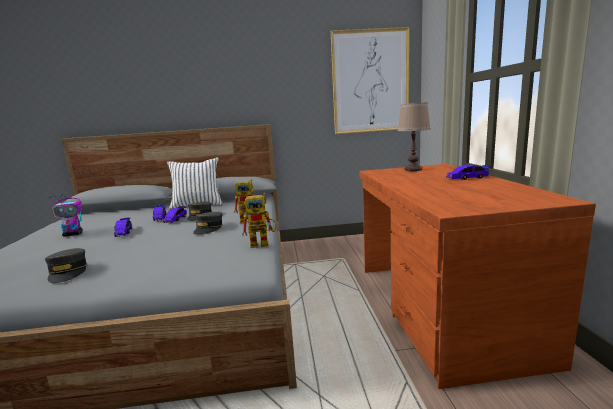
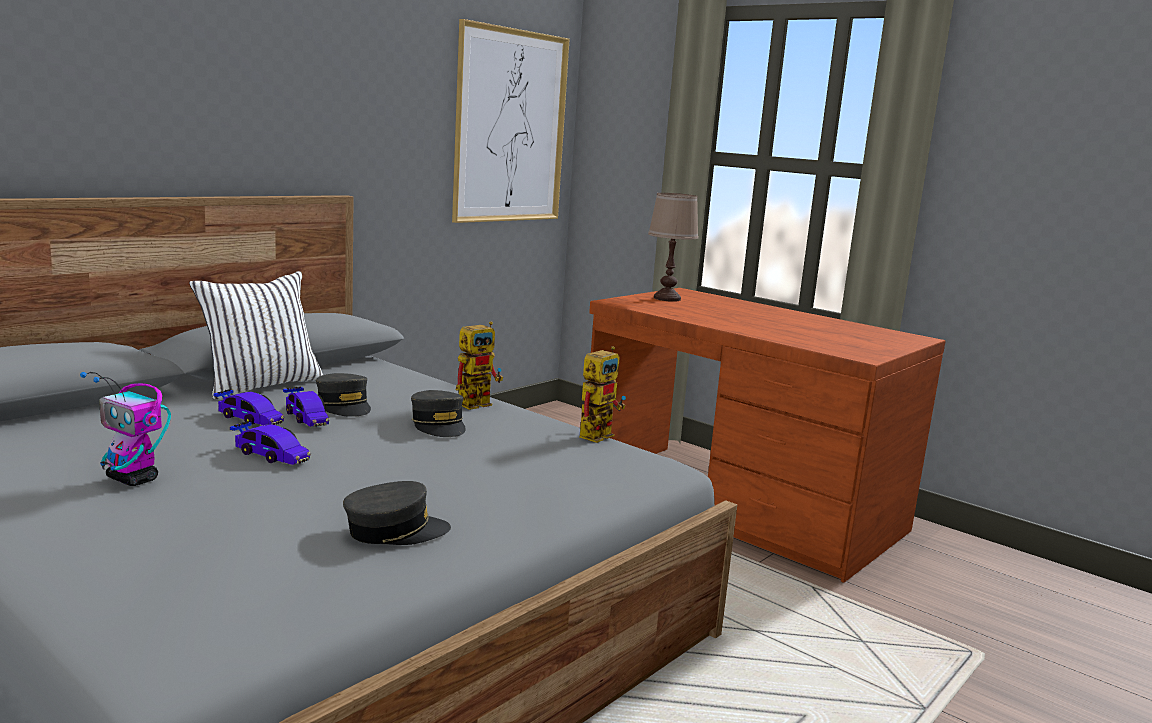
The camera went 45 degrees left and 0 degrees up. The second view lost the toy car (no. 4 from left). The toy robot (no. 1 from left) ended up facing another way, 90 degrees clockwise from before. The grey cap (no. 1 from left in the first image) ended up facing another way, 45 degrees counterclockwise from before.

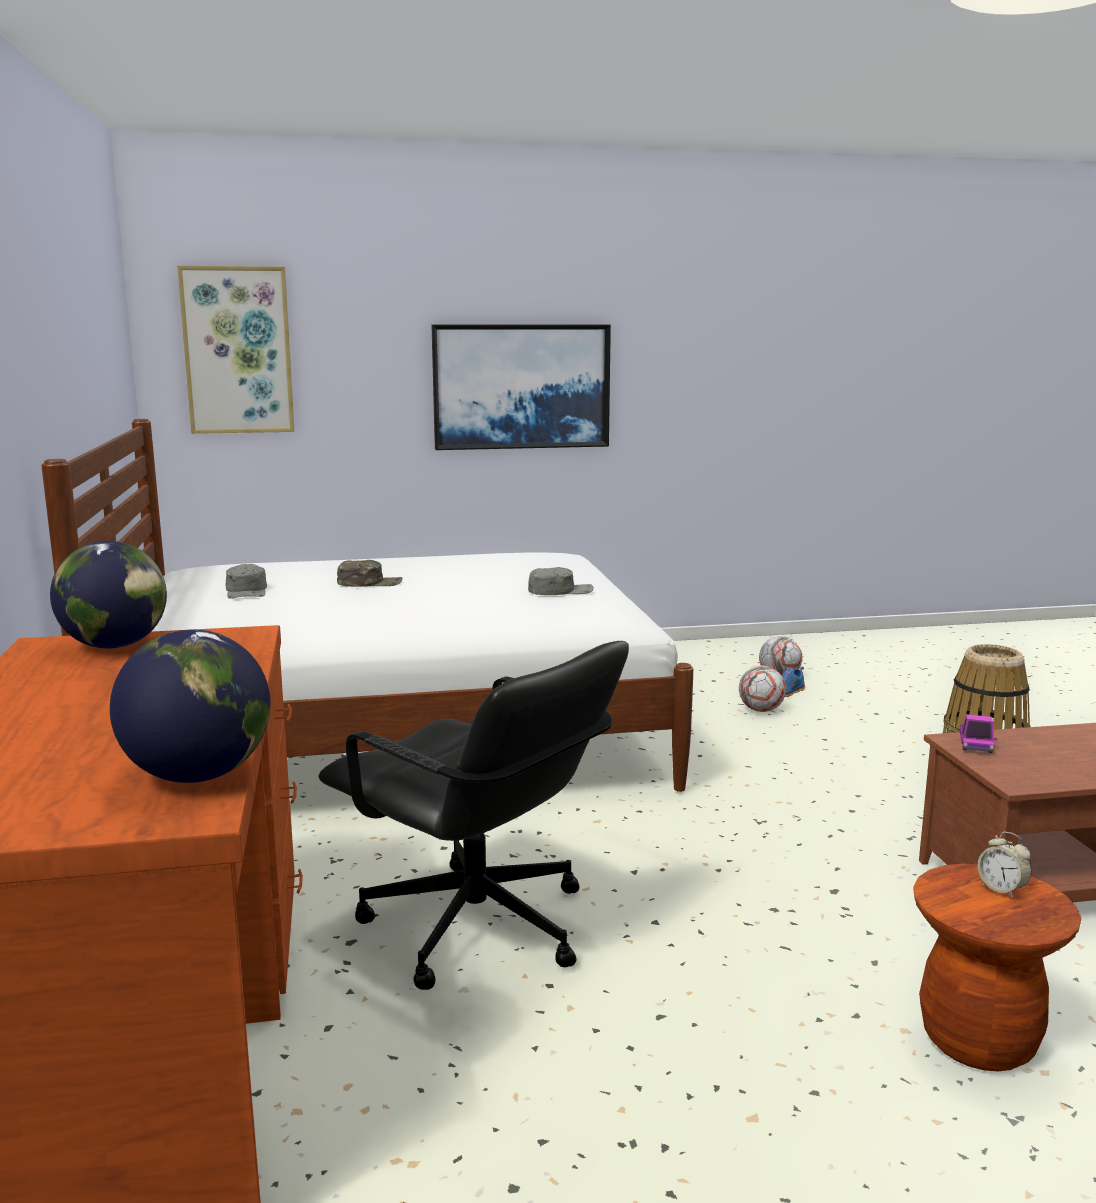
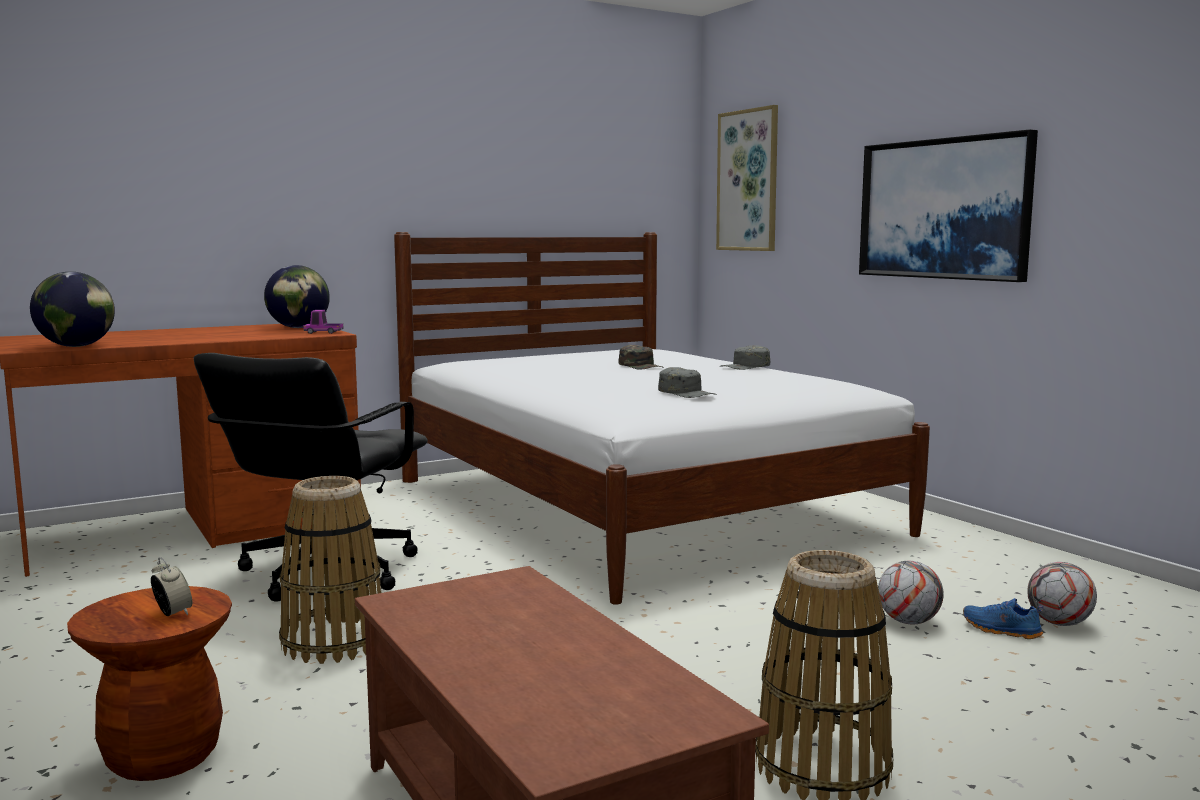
The camera went 70 degrees right and 5 degrees down. The grey cap (no. 1 from left in the first image) ended up elsewhere. The toy truck ended up elsewhere. The alarm clock ended up facing another way, 105 degrees clockwise from before. The second view gained the basket (no. 1 from left).

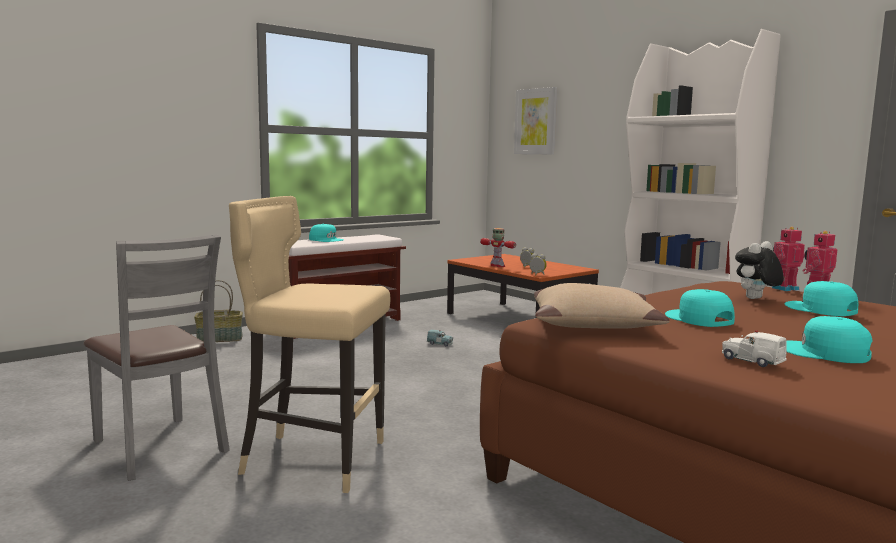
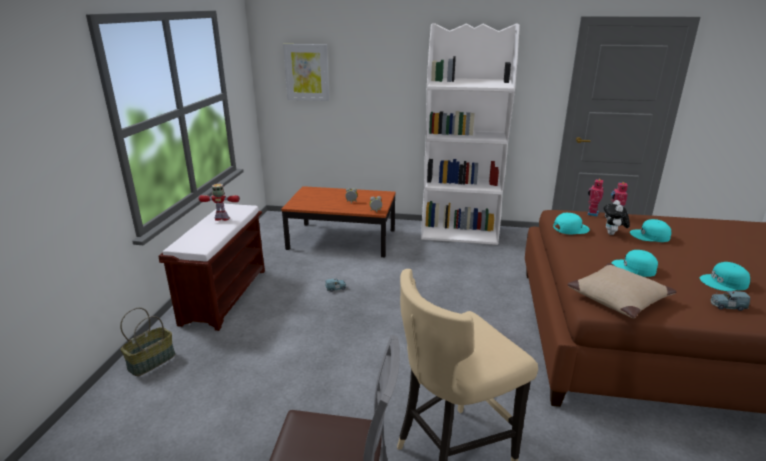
The camera went 40 degrees left and 15 degrees up. The turquoise cap (no. 1 from left) ended up elsewhere. The toy robot (no. 1 from left) ended up elsewhere. What was the white toy car turned into the blue toy car (no. 2 from left).

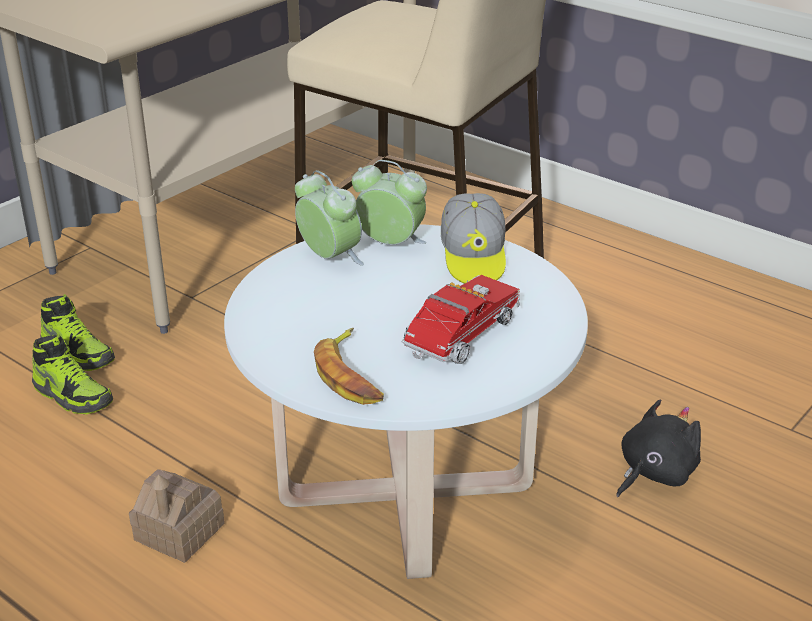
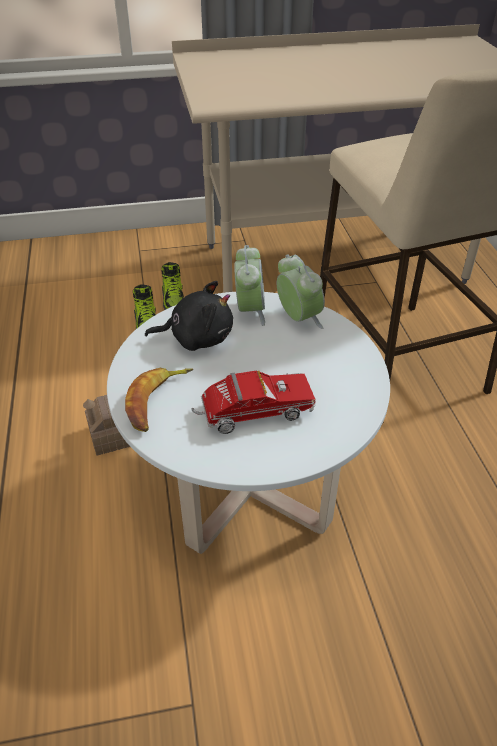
The camera went 40 degrees right and 10 degrees up. The second view lost the cap. The black plush toy ended up elsewhere.

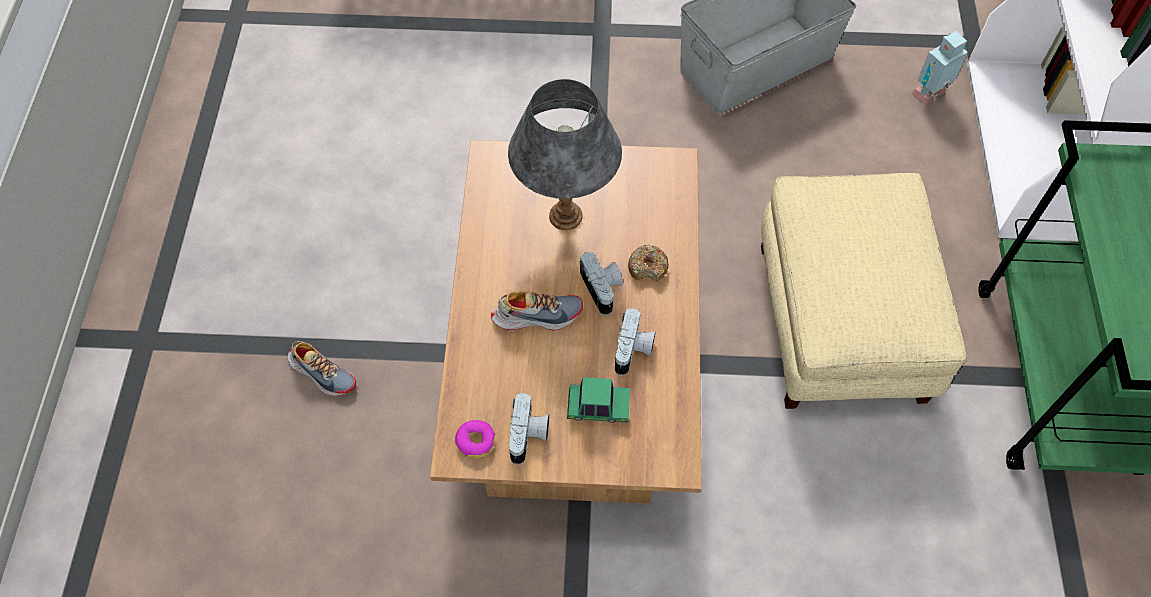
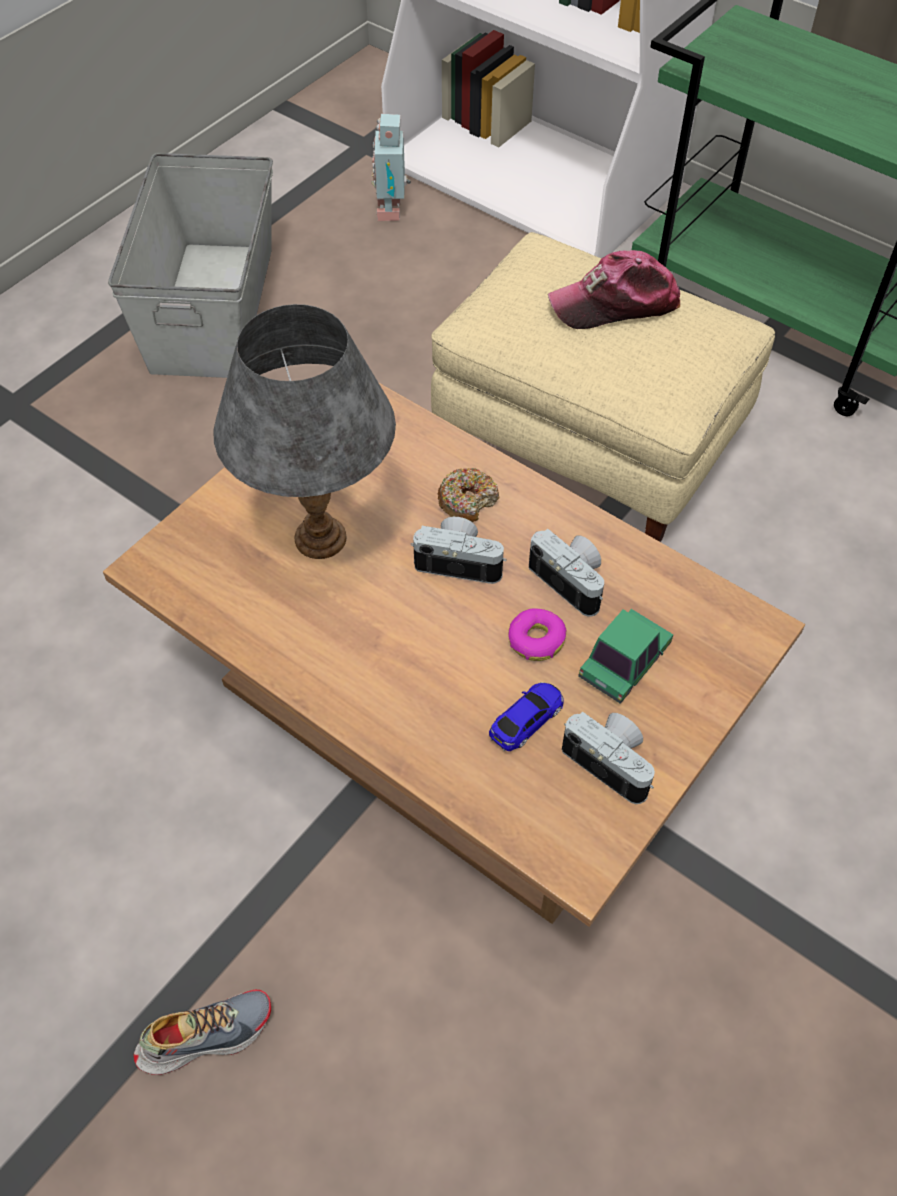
The camera went 55 degrees left and 5 degrees down. The second view lost the shoe (no. 2 from left). The donut (no. 1 from left in the first image) ended up elsewhere. The second view gained the cap. The second view gained the toy car (no. 1 from left).

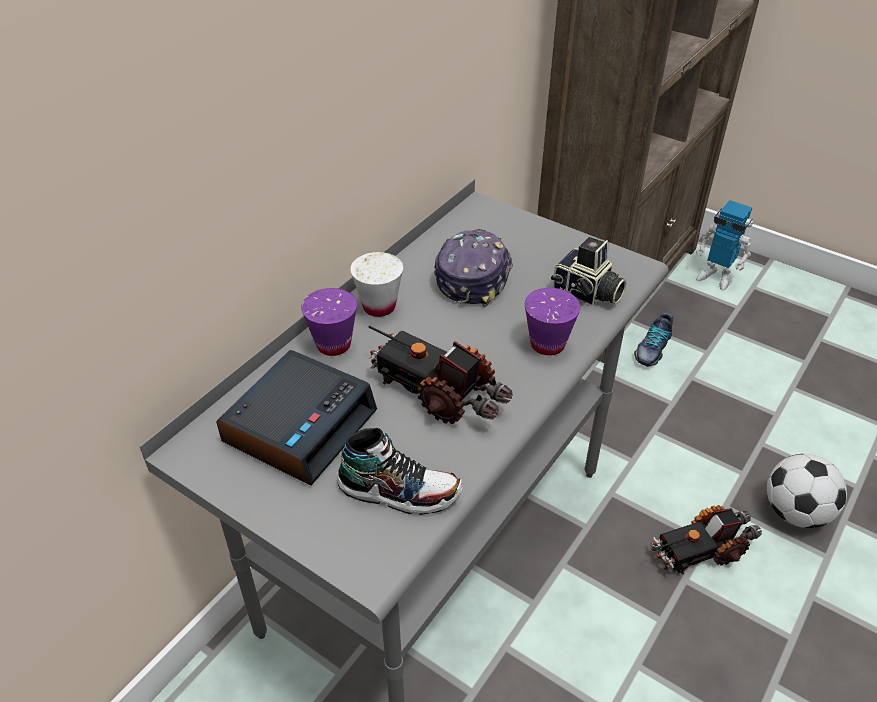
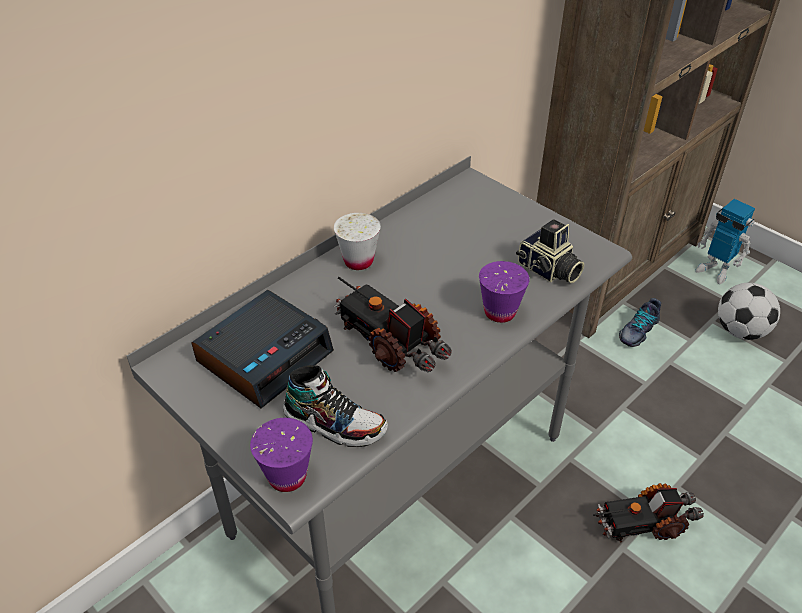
The camera went 10 degrees right and 0 degrees up. The second view lost the cap. The purple cup (no. 1 from left) ended up elsewhere. The football ended up elsewhere.

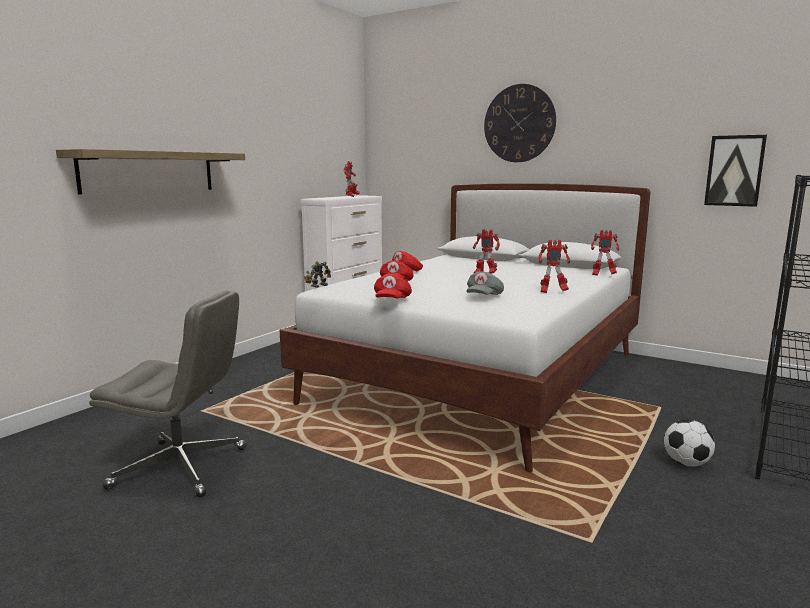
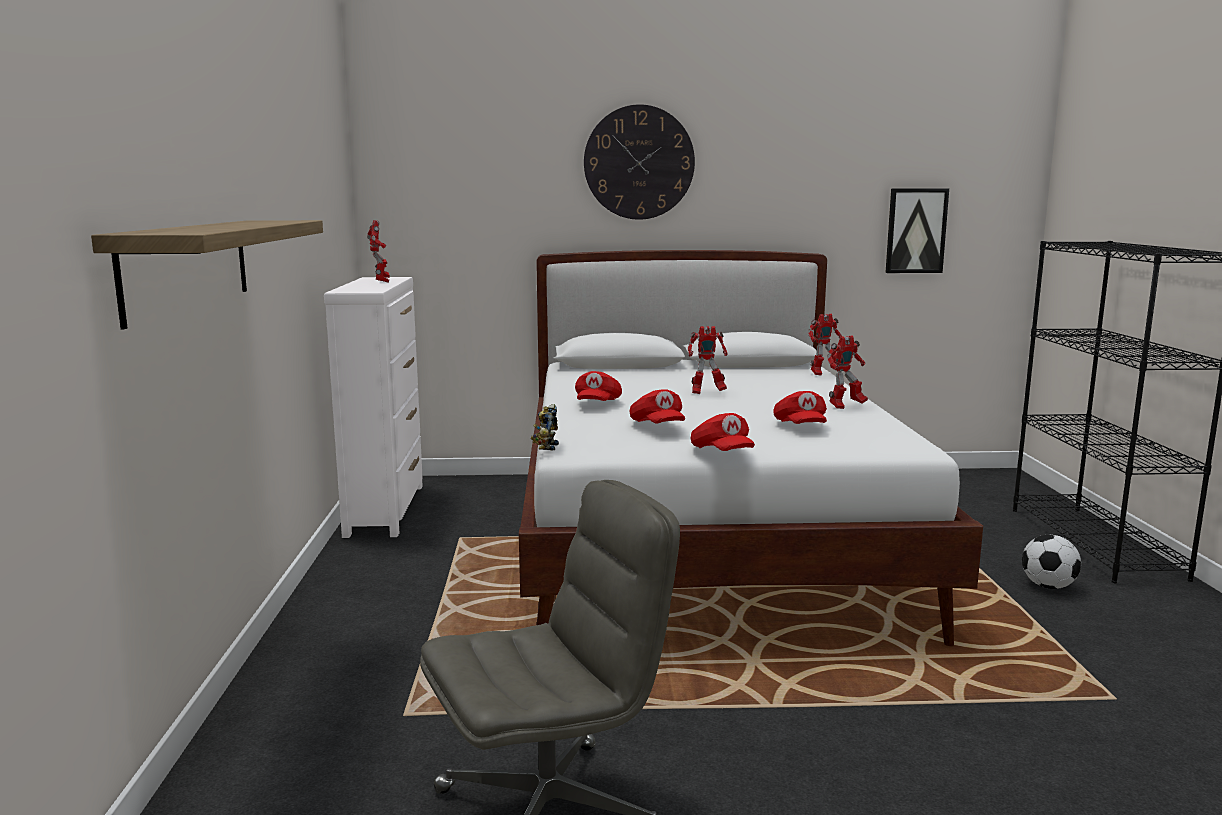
The camera went 35 degrees left and 0 degrees up. What was the grey cap turned into the red cap (no. 4 from left).

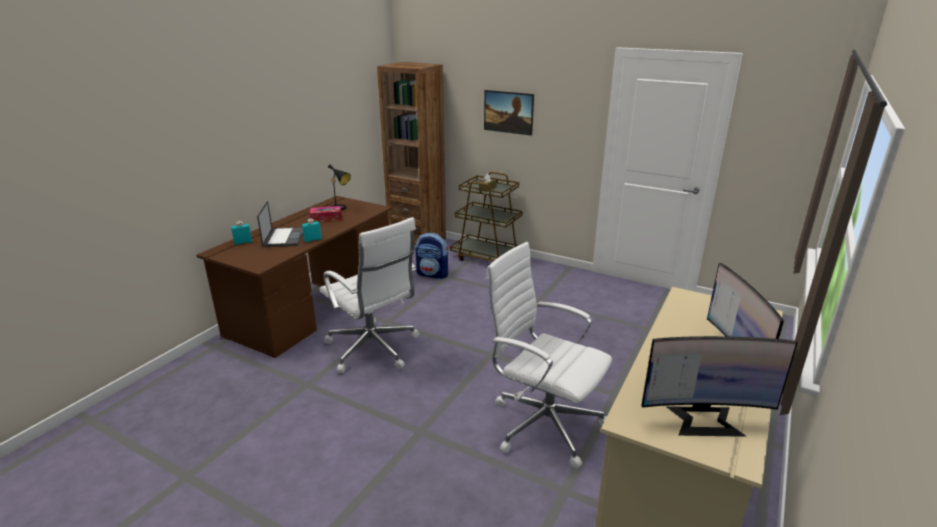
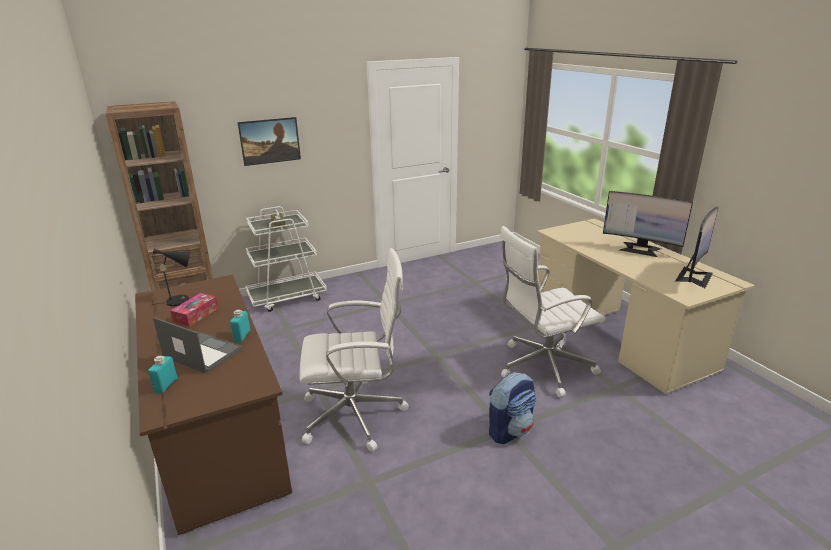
The camera went 55 degrees left and 0 degrees up. What was the brown cart turned into the white cart. The backpack ended up elsewhere.

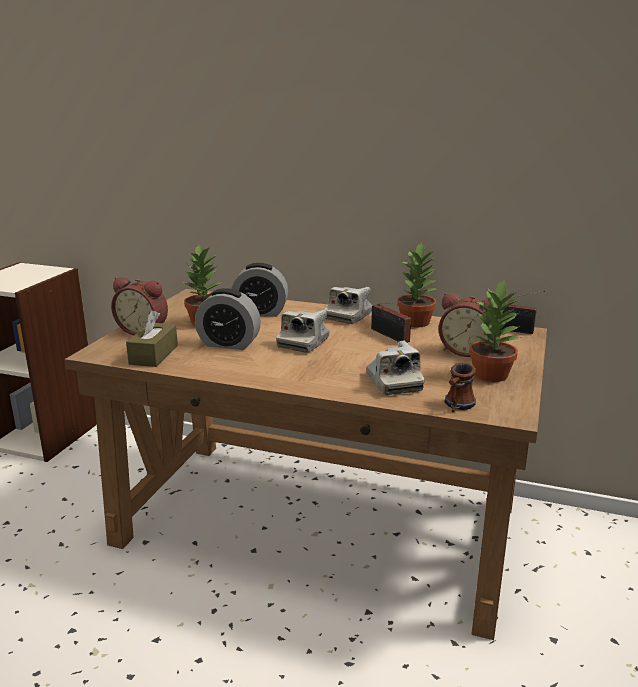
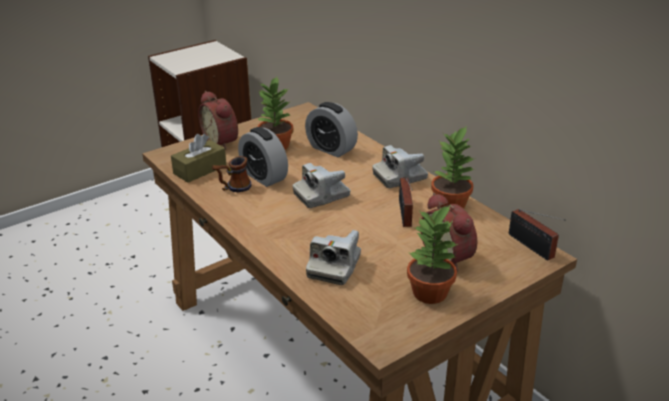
The camera went 35 degrees right and 10 degrees up. The mug ended up elsewhere.

